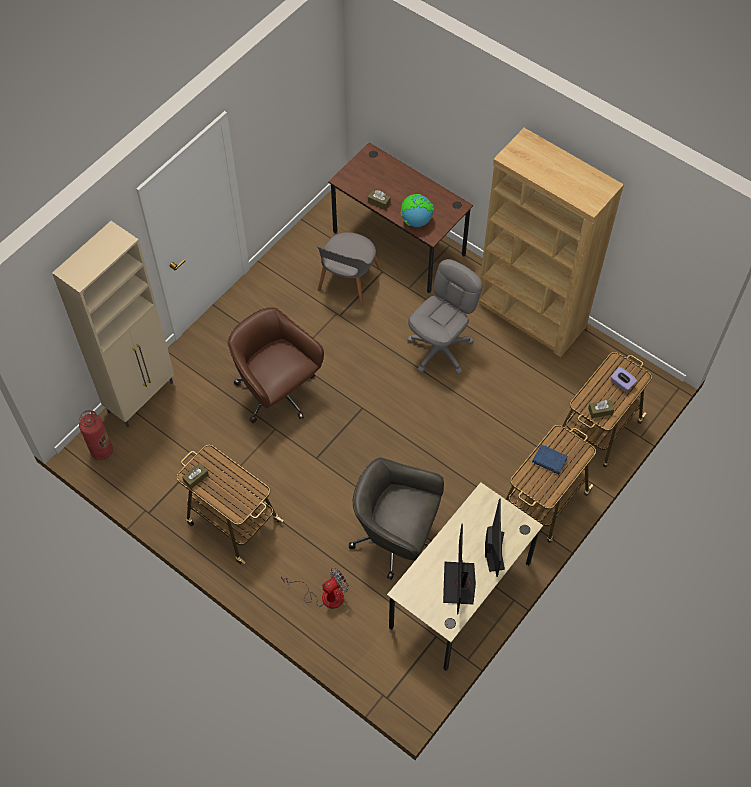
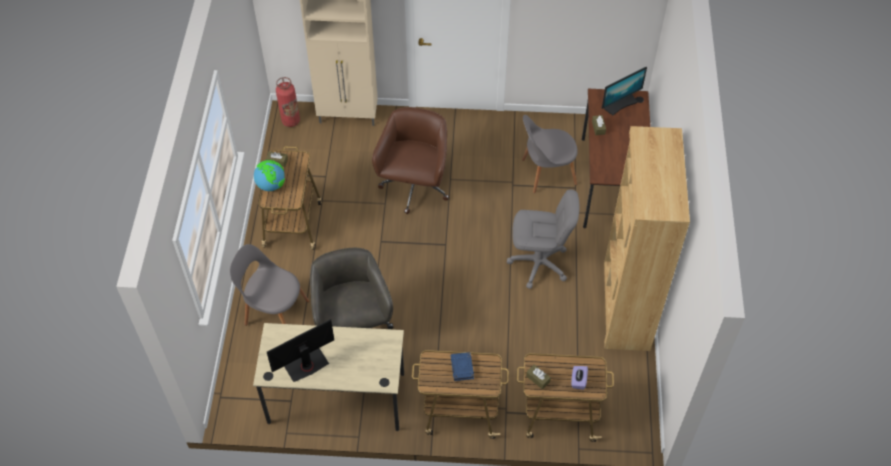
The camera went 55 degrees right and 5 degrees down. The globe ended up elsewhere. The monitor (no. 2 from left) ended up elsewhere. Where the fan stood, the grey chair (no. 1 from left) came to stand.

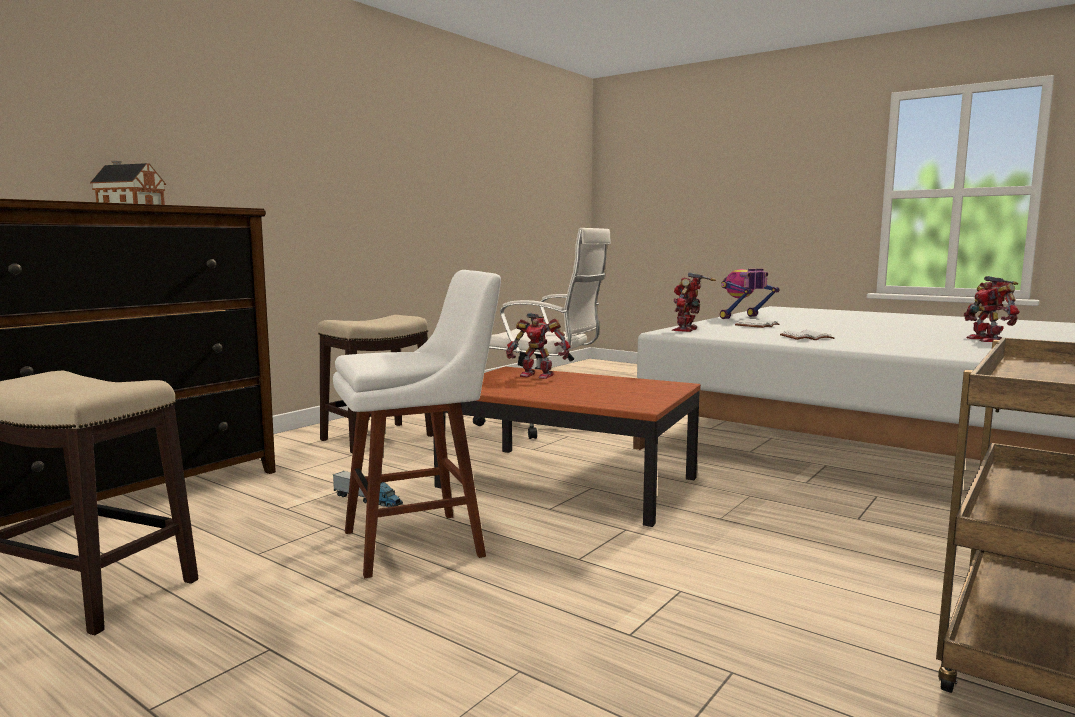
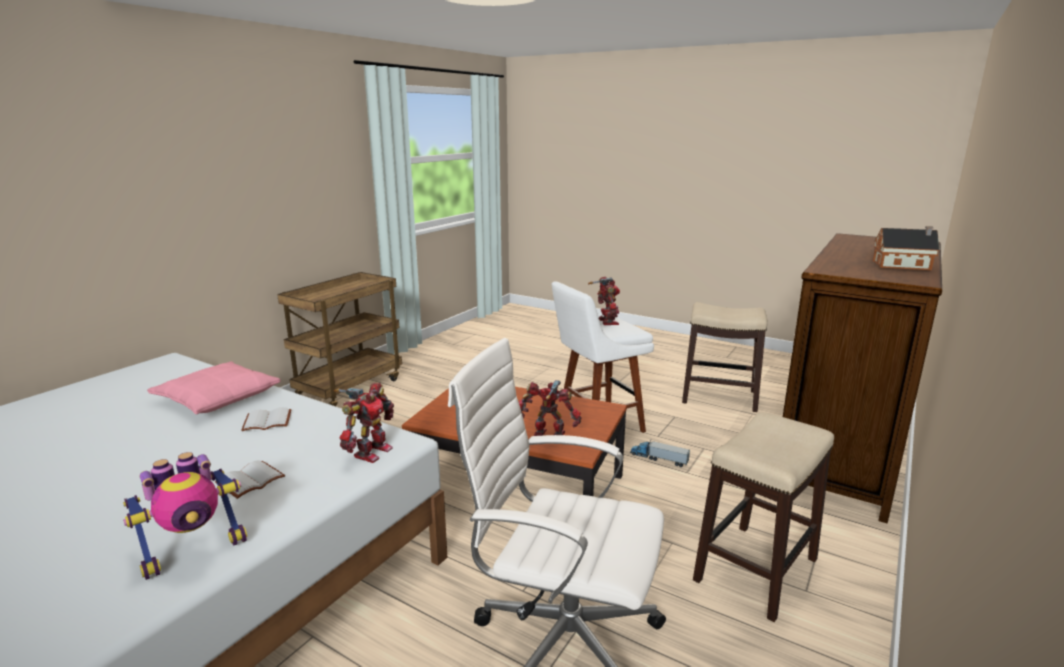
The camera went 175 degrees right and 10 degrees up. The toy robot (no. 4 from left) ended up elsewhere. The second view gained the pink pillow.

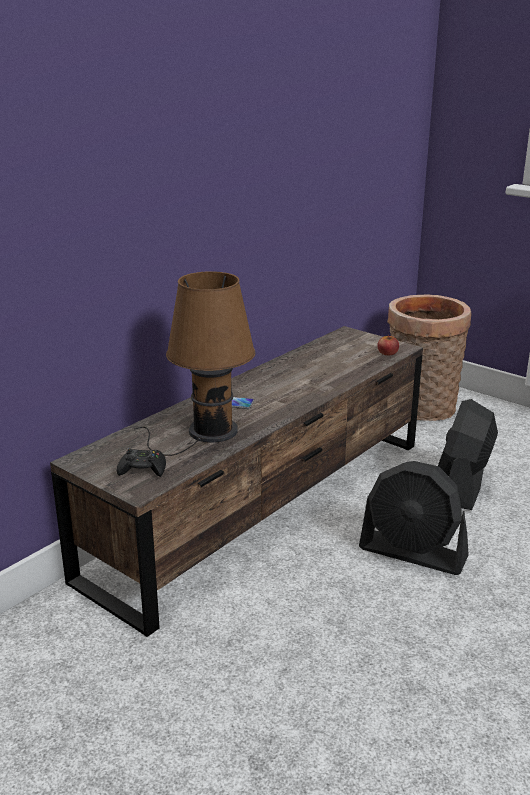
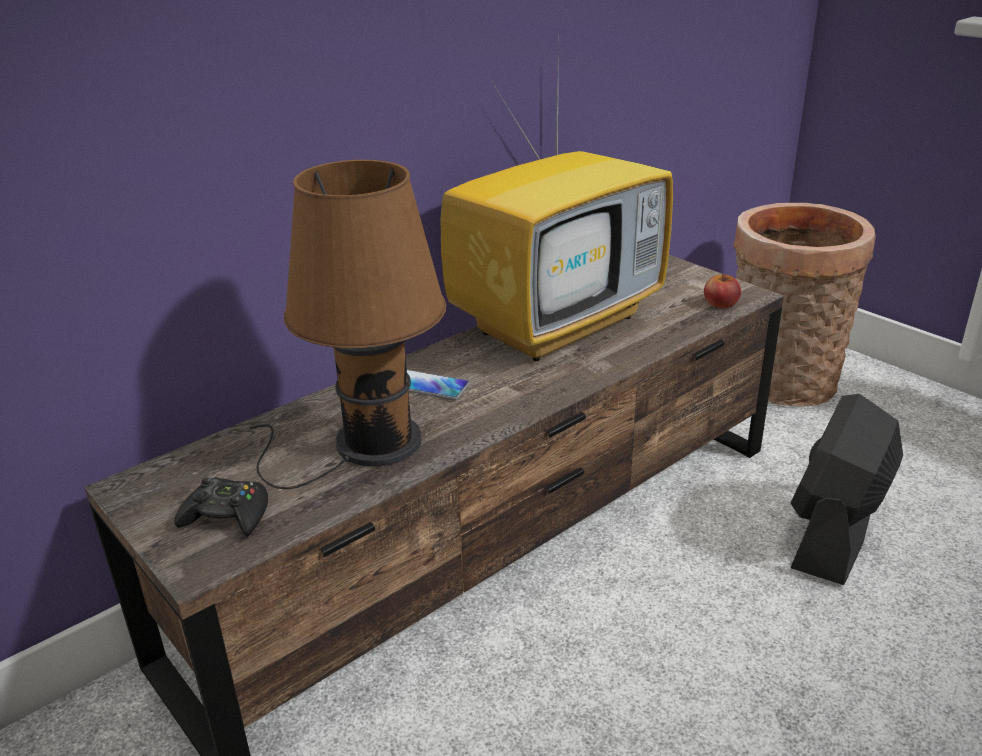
The camera went 10 degrees right and 5 degrees up. The second view lost the black fan (no. 1 from left). The second view gained the television.

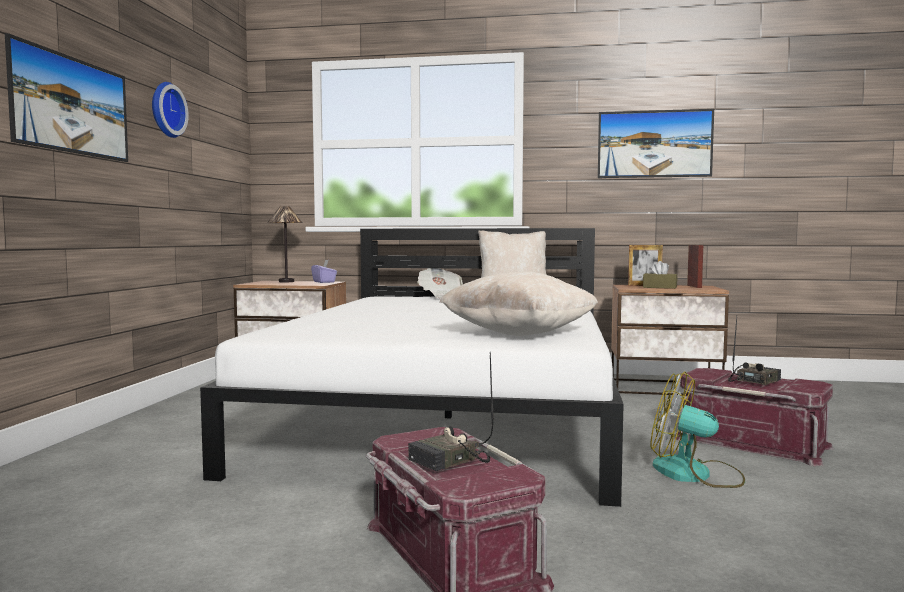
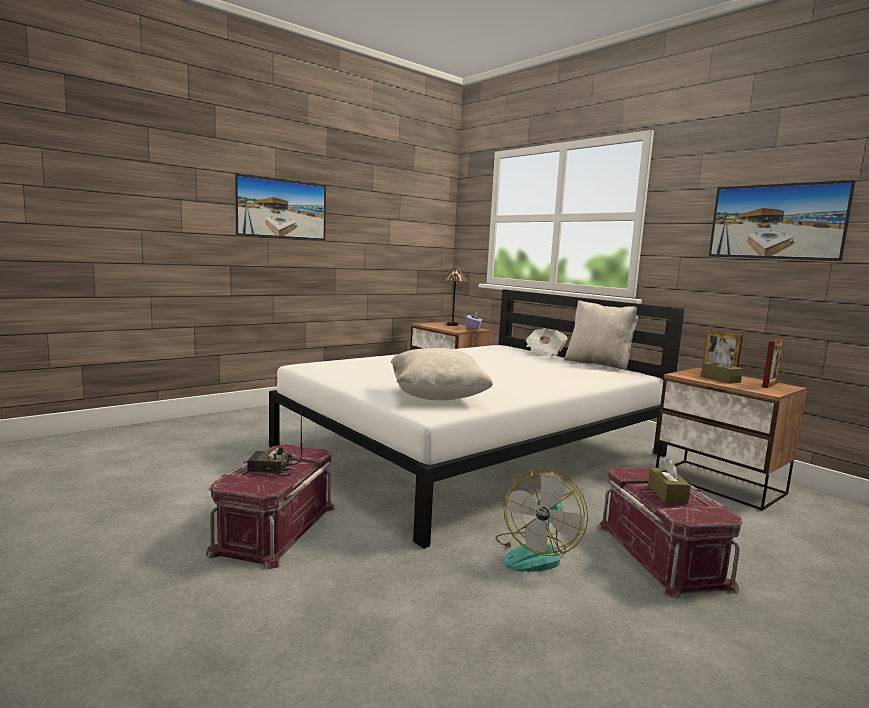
The camera went 40 degrees right and 5 degrees up. The second view lost the wall clock. Where the radio (no. 2 from left) stood, the brown tissue box (no. 1 from left) came to stand. The fan ended up facing another way, 135 degrees counterclockwise from before.

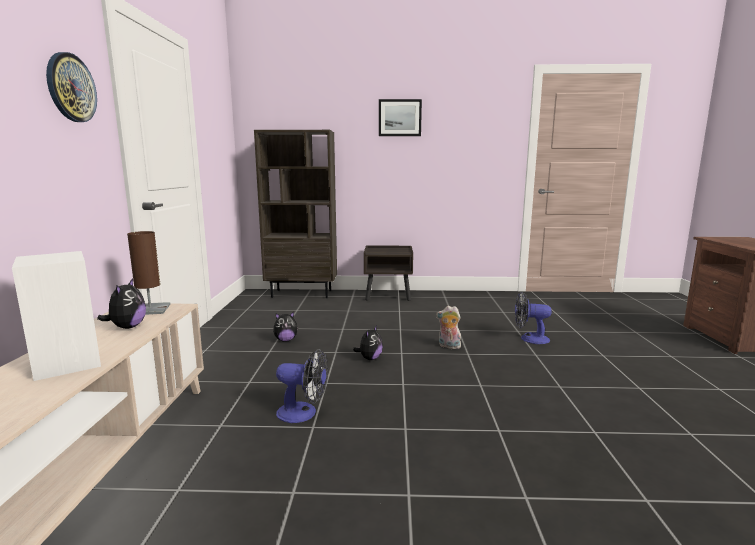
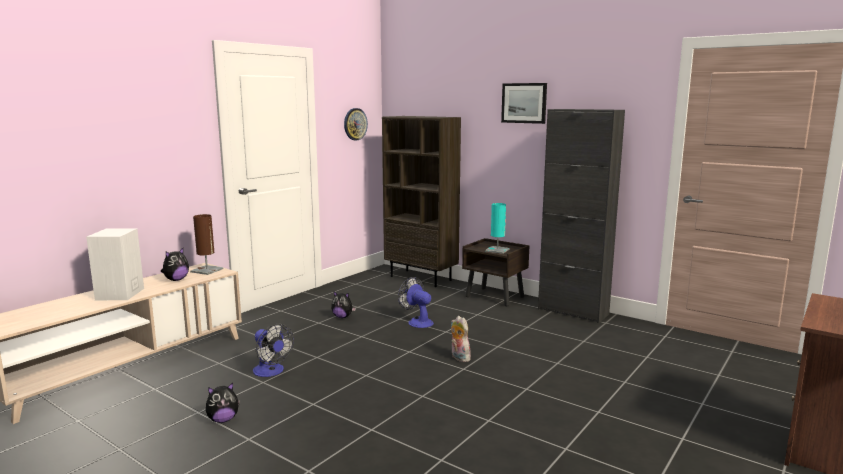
The camera went 35 degrees right and 0 degrees up. The wall clock ended up elsewhere. The fan (no. 2 from left) ended up elsewhere. The plush toy (no. 3 from left in the first image) ended up elsewhere. The second view gained the black cabinet. The second view gained the turquoise table lamp.

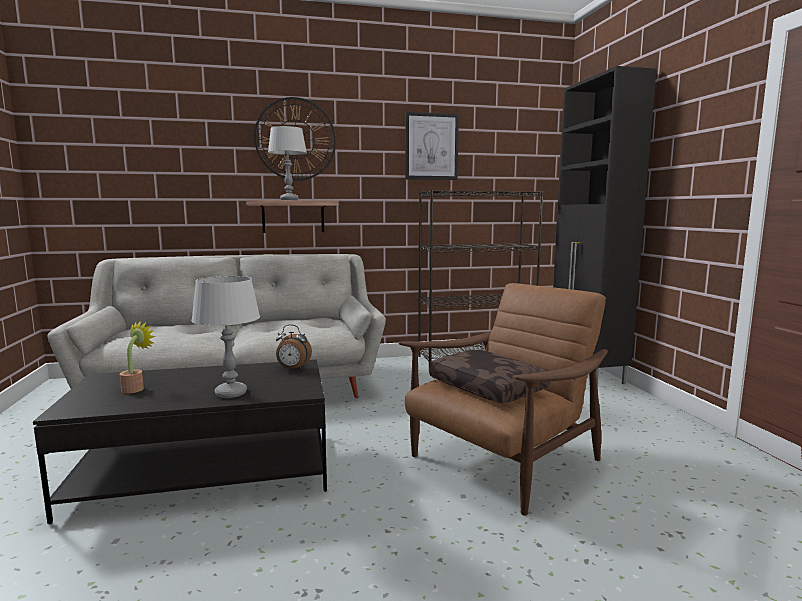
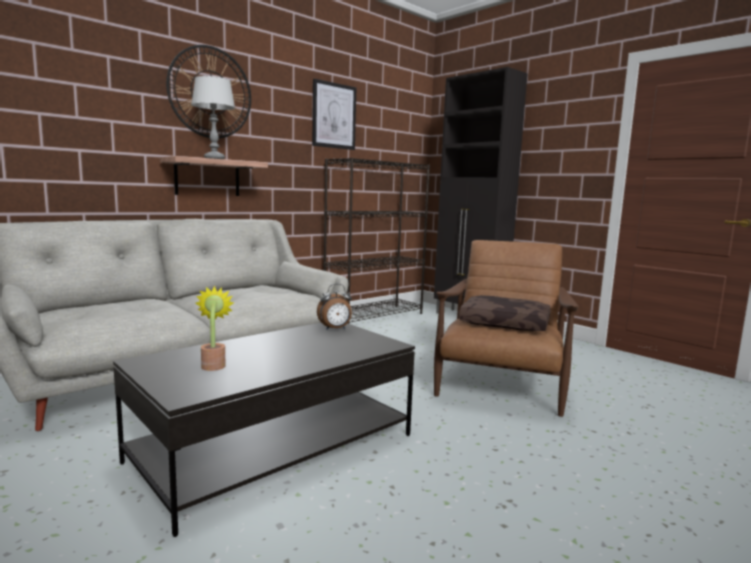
The camera went 30 degrees left and 0 degrees up. The second view lost the grey table lamp (no. 1 from left).

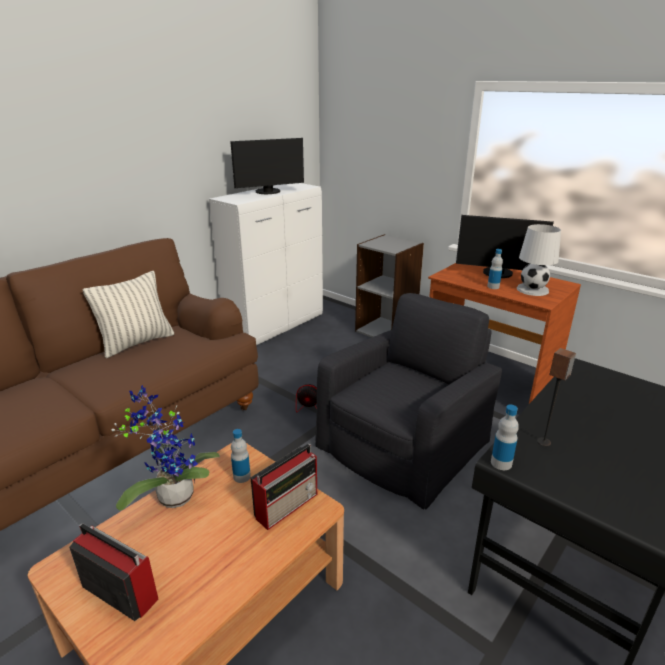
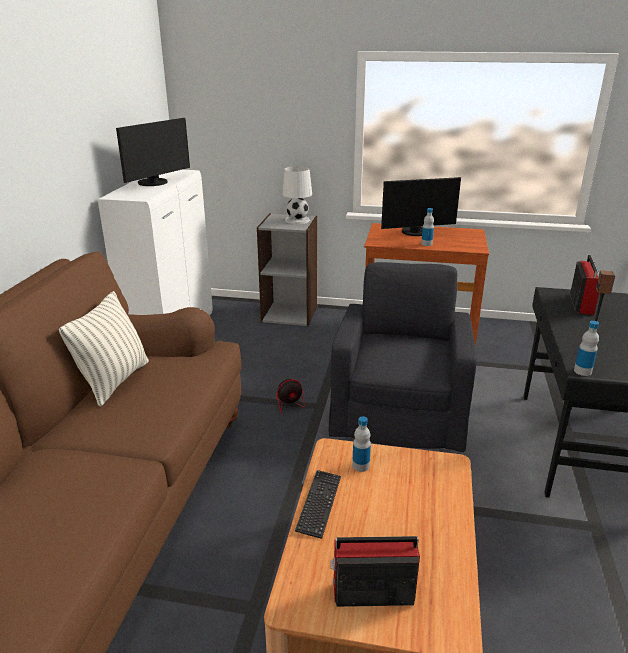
The camera went 30 degrees left and 0 degrees up. The white table lamp ended up elsewhere. Where the potted plant stood, the keyboard came to stand. The radio (no. 2 from left) ended up elsewhere.

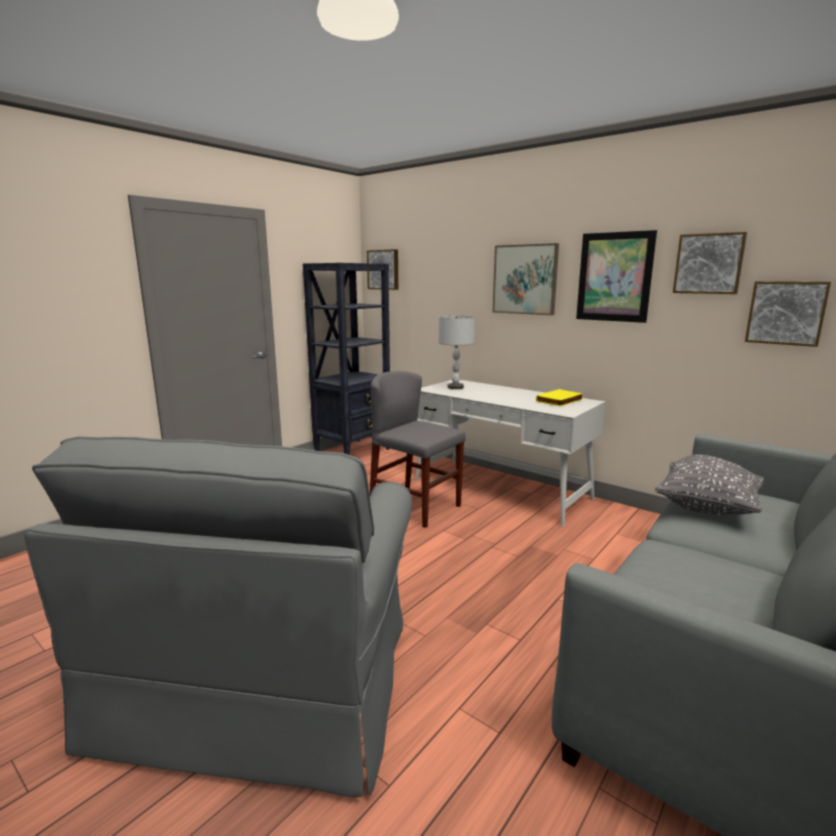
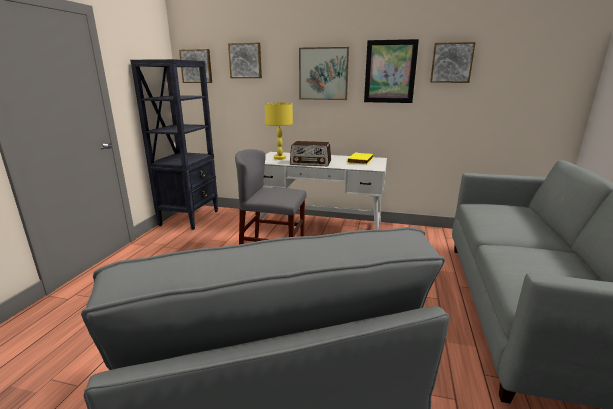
The camera went 25 degrees left and 5 degrees up. The picture (no. 5 from left in the first image) ended up elsewhere. What was the grey table lamp turned into the yellow table lamp. The second view lost the grey pillow. The second view gained the radio.

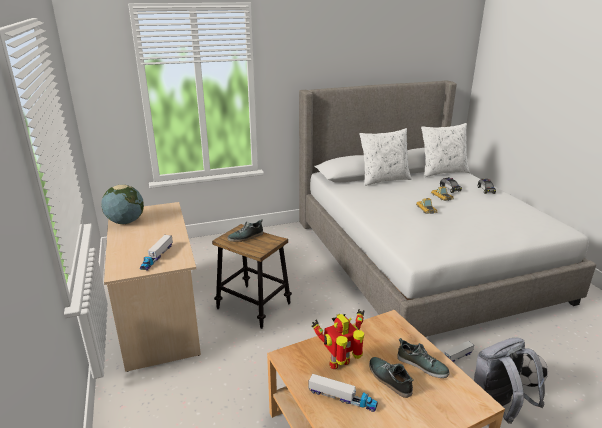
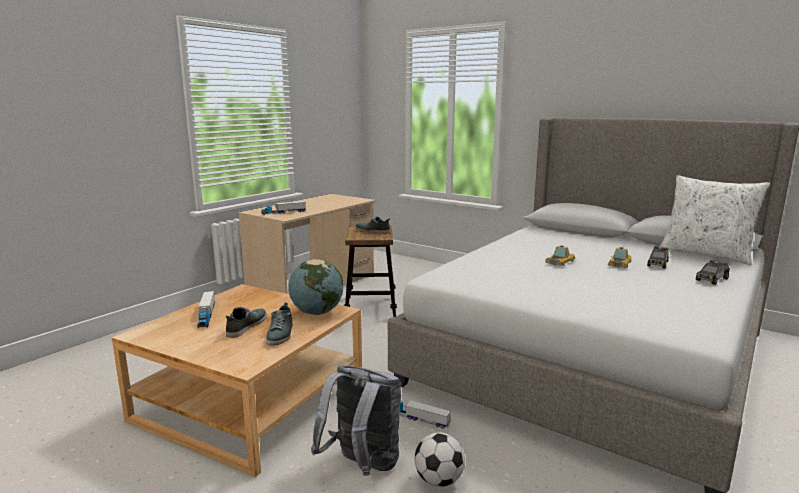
The camera went 55 degrees right and 10 degrees down. The second view lost the white pillow (no. 1 from left). The globe ended up elsewhere. The second view lost the toy robot.

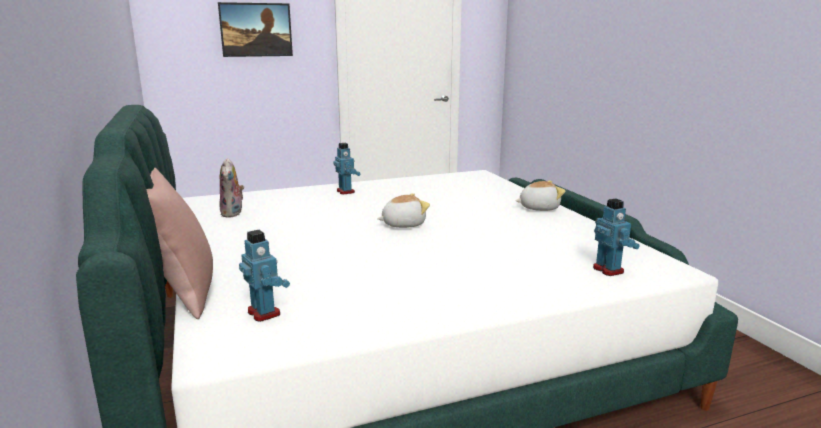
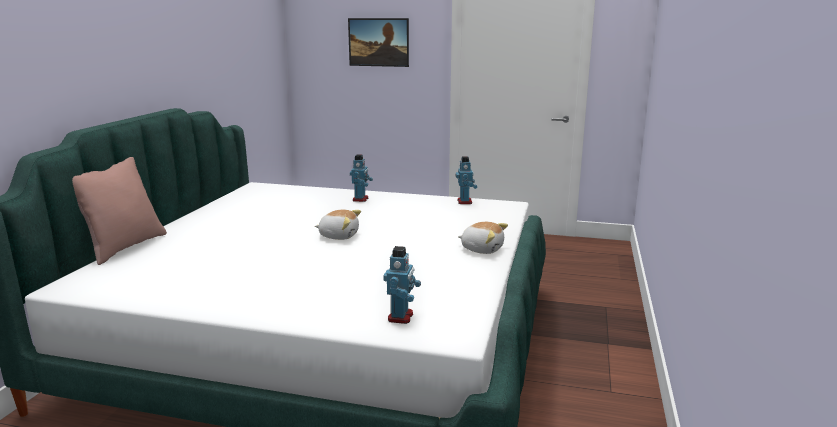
The camera went 35 degrees right and 0 degrees up. The second view lost the plush toy (no. 1 from left). The toy robot (no. 1 from left in the first image) ended up elsewhere.

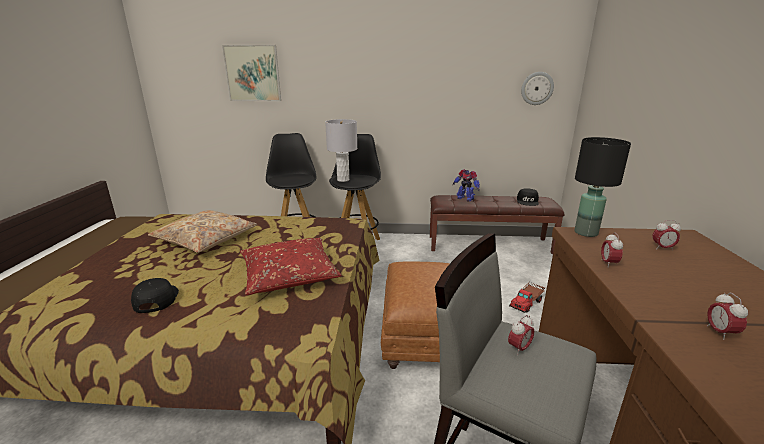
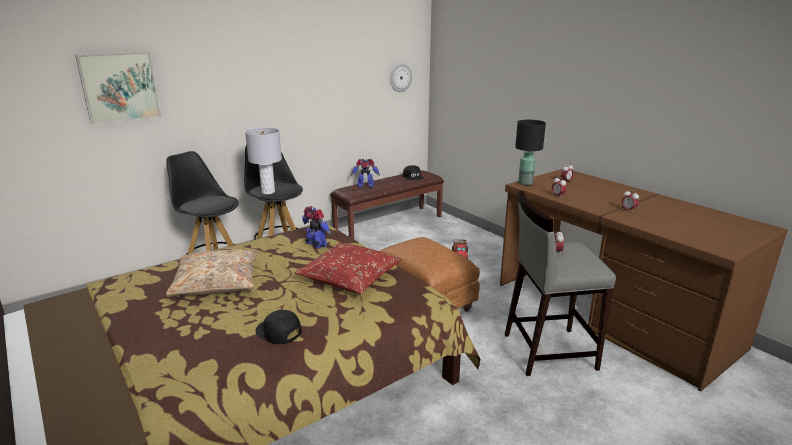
The camera went 40 degrees left and 0 degrees up. The second view gained the toy robot (no. 1 from left).

